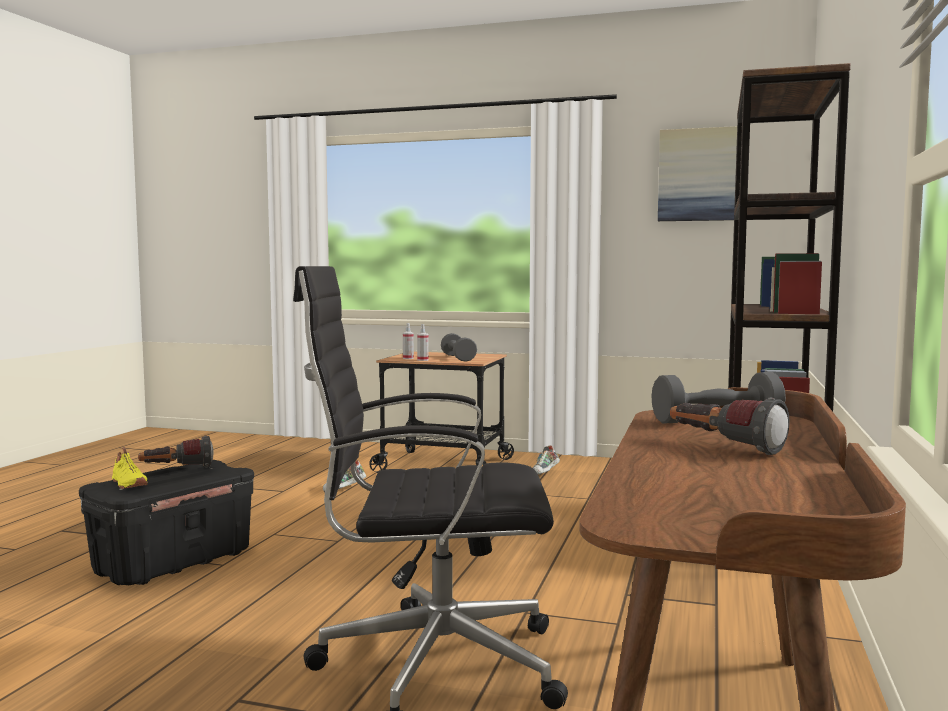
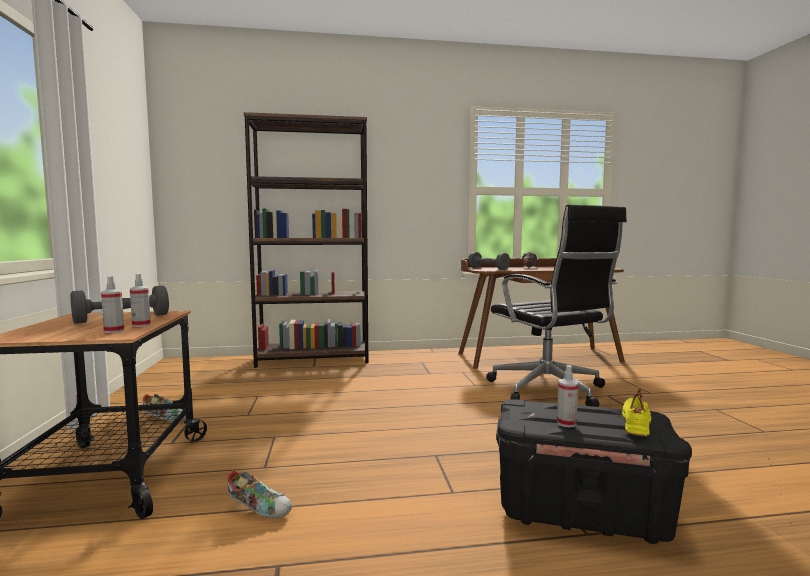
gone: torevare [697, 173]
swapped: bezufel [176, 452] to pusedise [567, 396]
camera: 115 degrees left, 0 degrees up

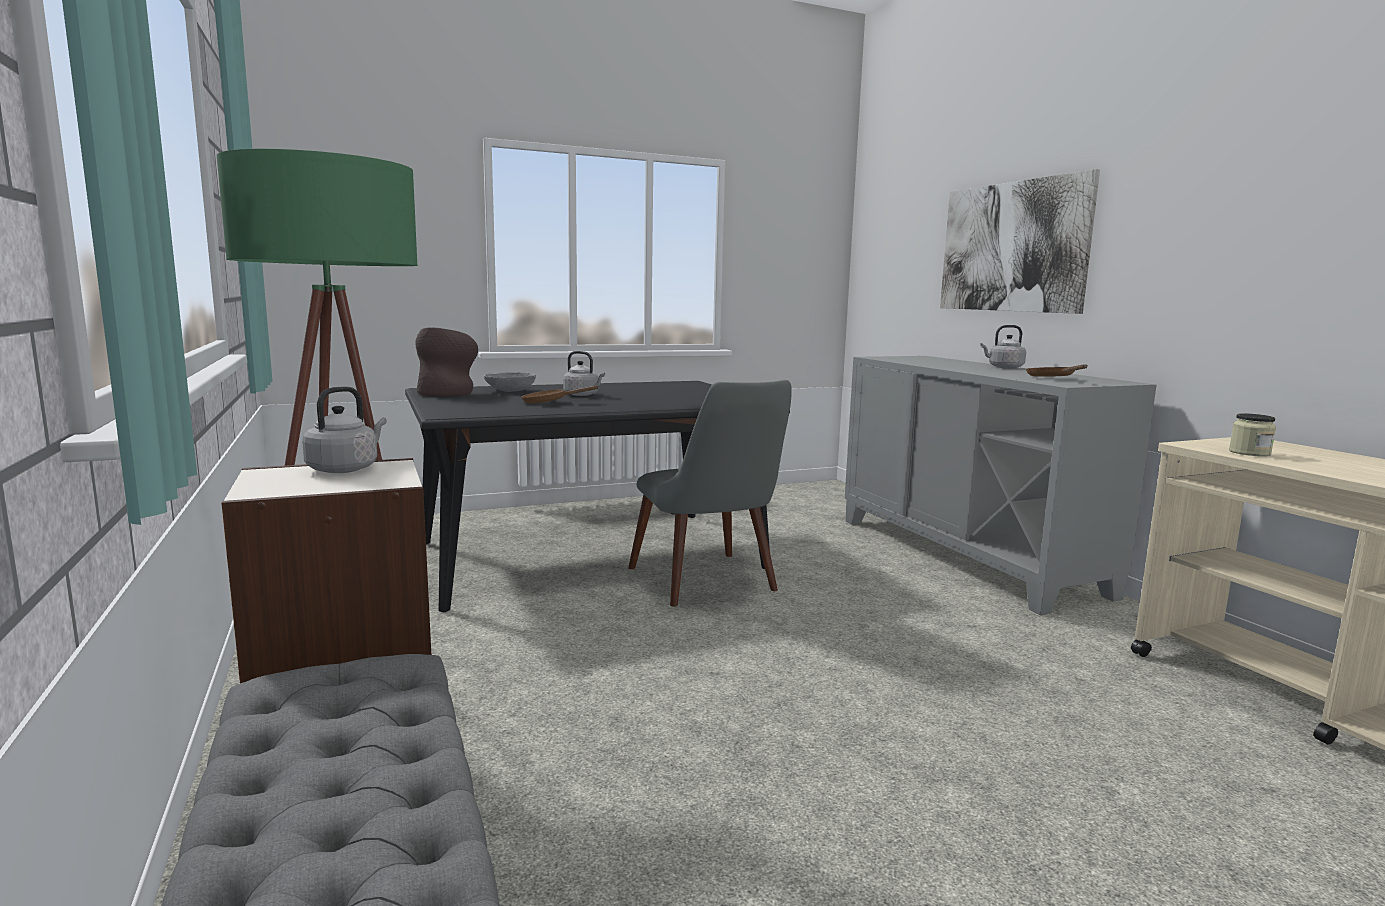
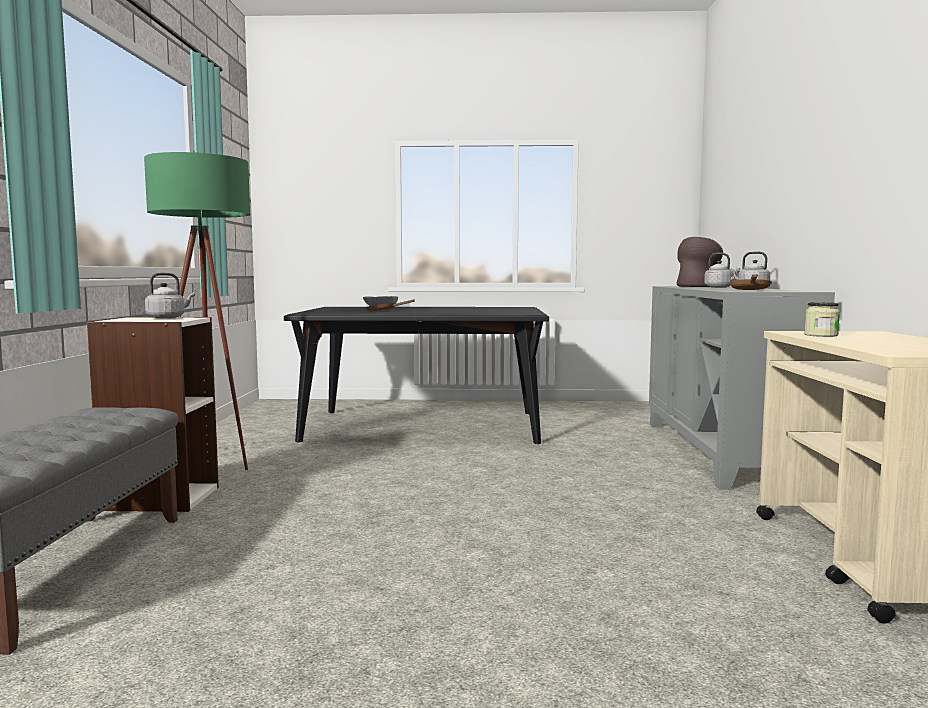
gone: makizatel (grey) [710, 493]; torevare [1020, 241]
shifted: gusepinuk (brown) [446, 362] to [700, 262]; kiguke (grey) [584, 373] to [722, 270]
camera: 25 degrees right, 5 degrees down

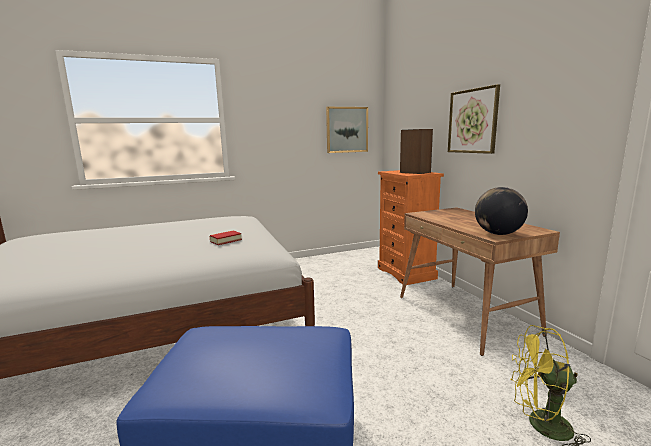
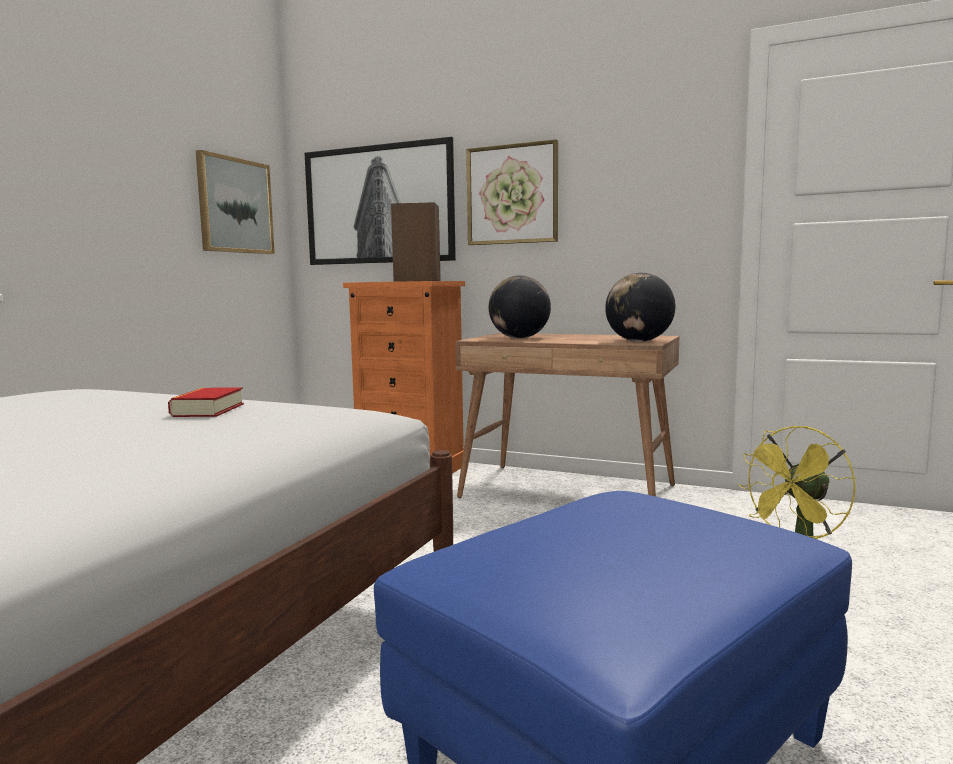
new: torevare [380, 201]; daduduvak [520, 306]
camera: 45 degrees left, 5 degrees down

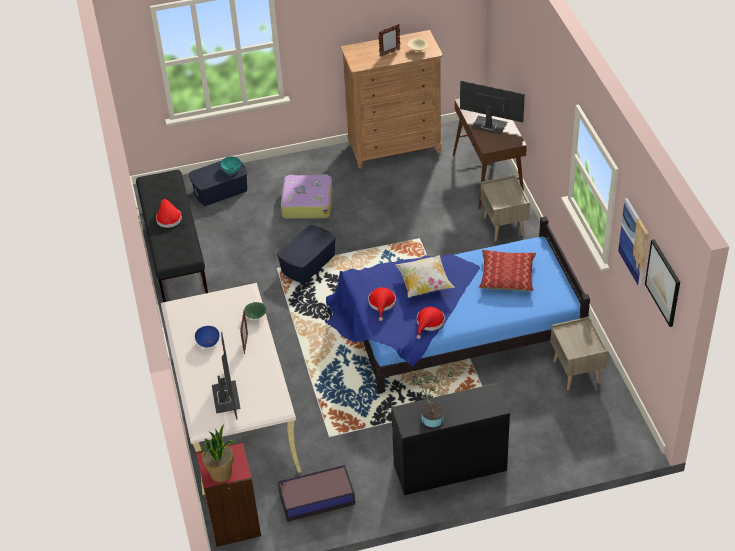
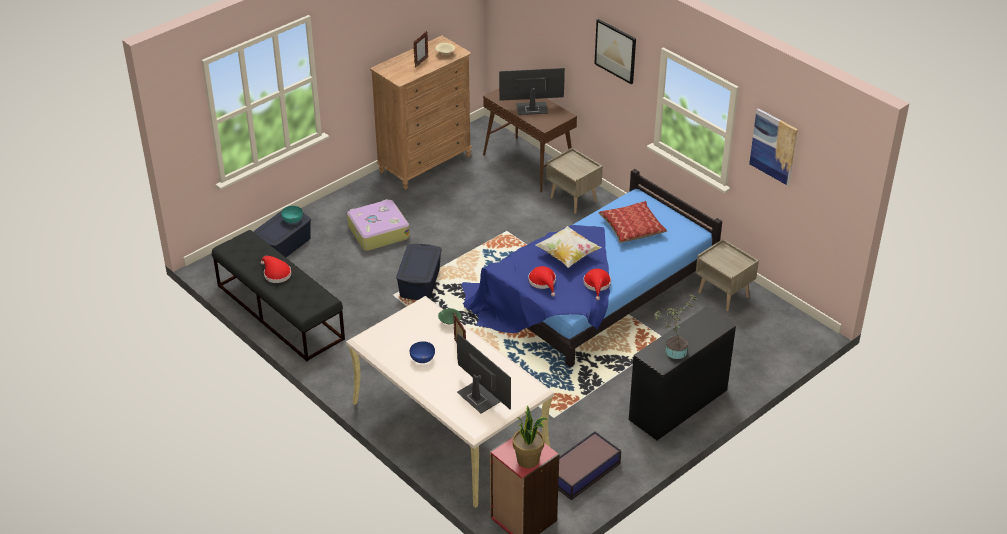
shifted: torevare [662, 283] to [615, 51]
camera: 30 degrees left, 5 degrees down

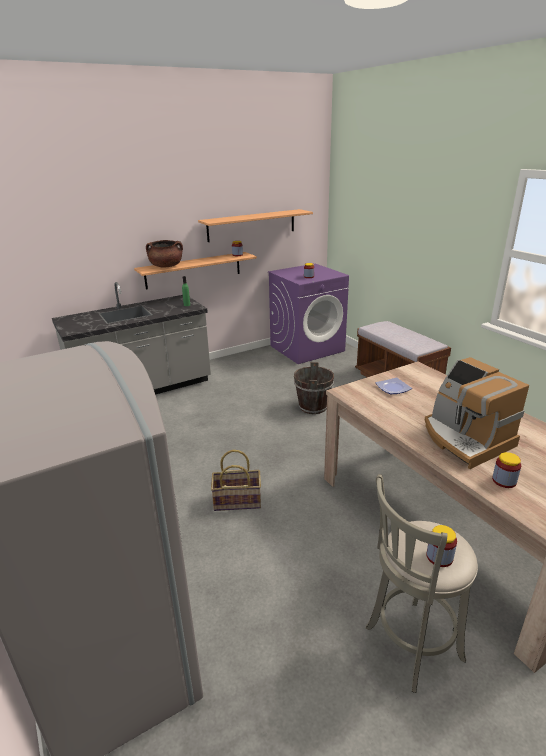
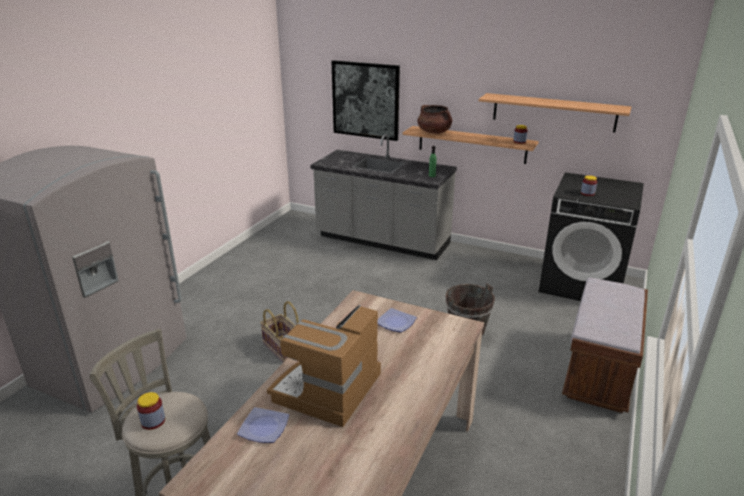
new: torevare [365, 100]
swapped: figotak [506, 470] to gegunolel [263, 425]
repainted: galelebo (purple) [308, 314] to galelebo (black) [591, 236]
camera: 55 degrees right, 0 degrees up

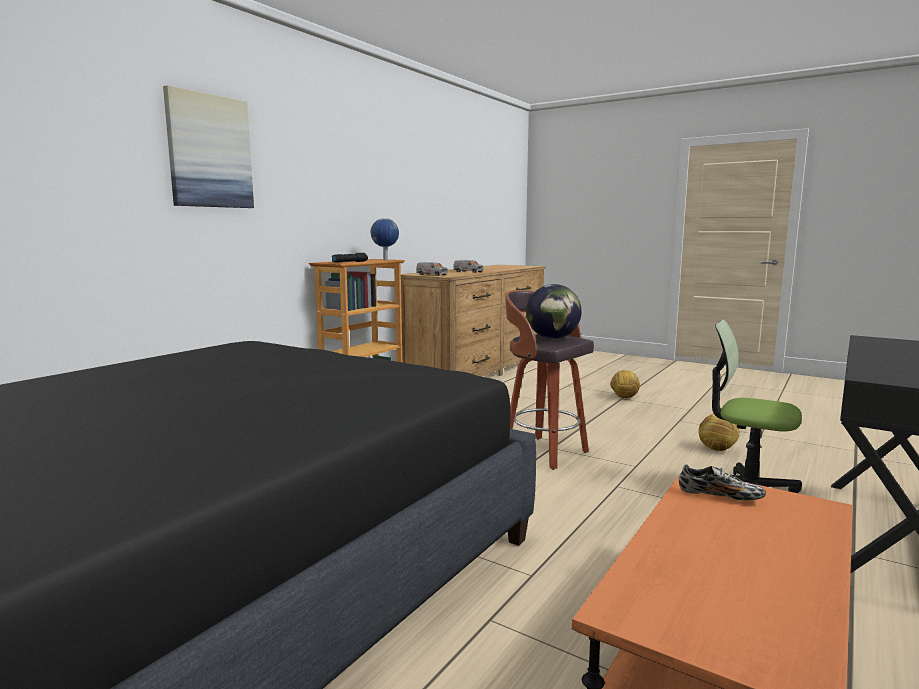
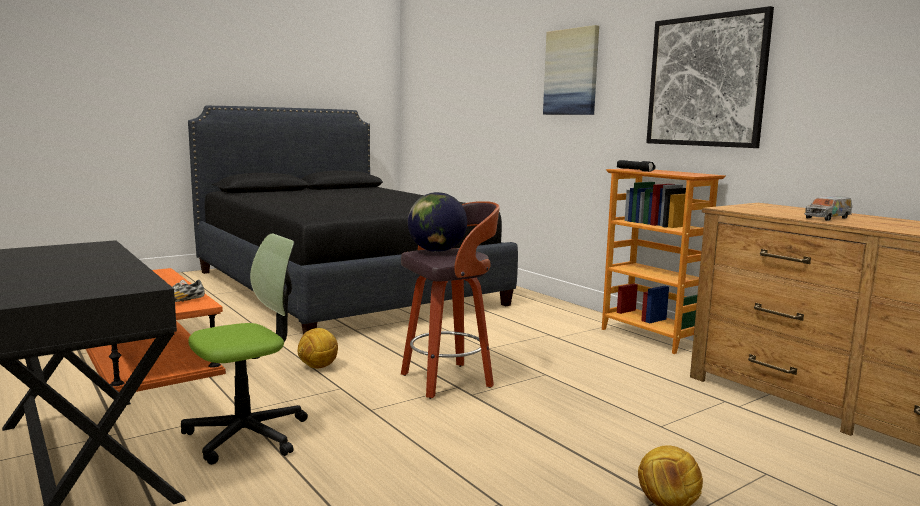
gone: daduduvak [385, 239]; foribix [432, 269]
new: torevare [710, 77]
shifted: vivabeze [719, 432] to [318, 348]
camera: 110 degrees right, 0 degrees up

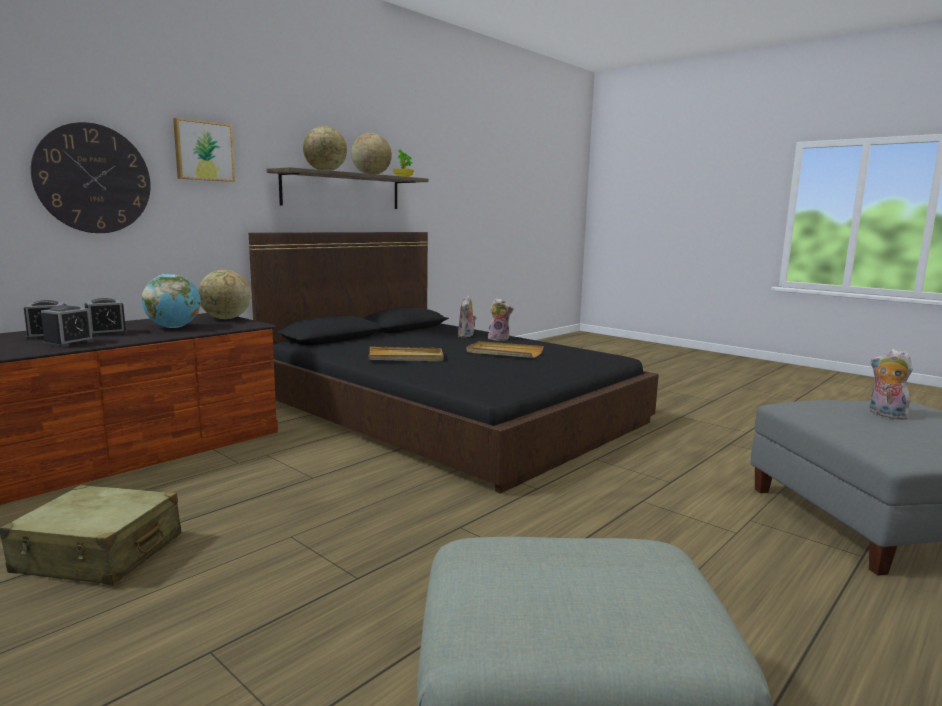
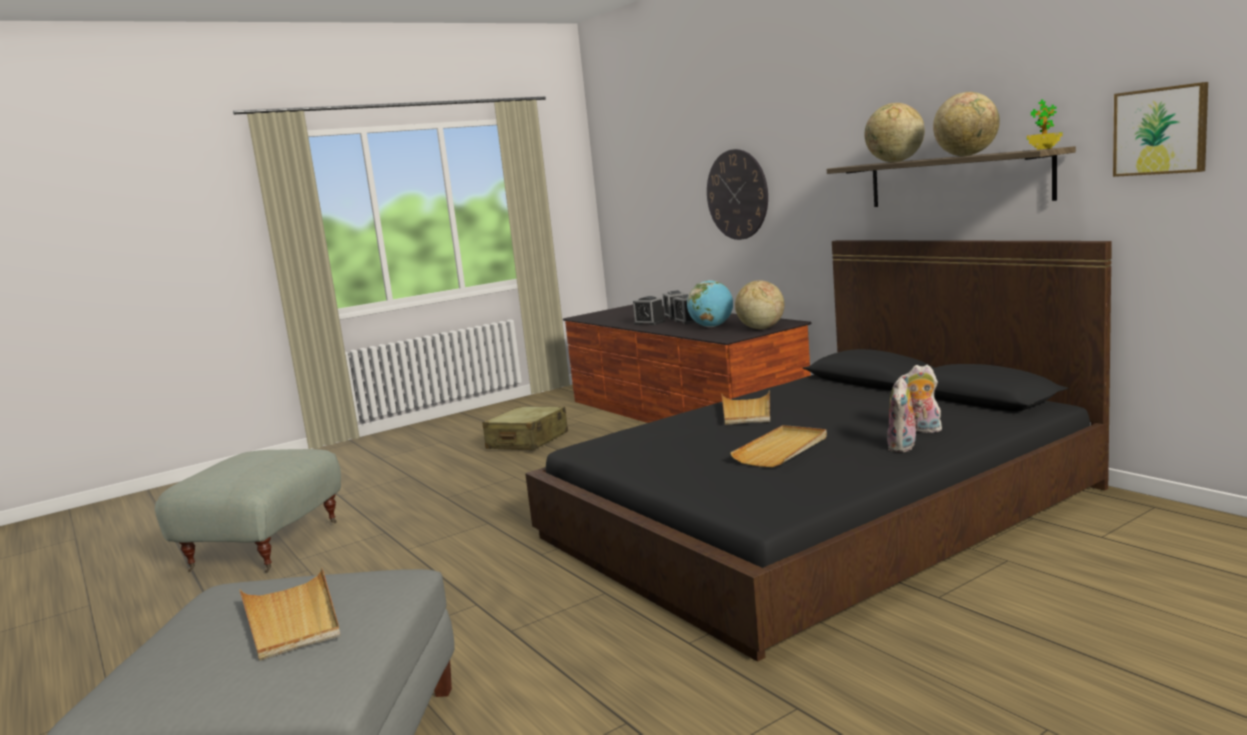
shifted: torevare [204, 150] to [1160, 129]
swapped: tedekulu [891, 384] to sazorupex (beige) [290, 614]
camera: 105 degrees right, 0 degrees up

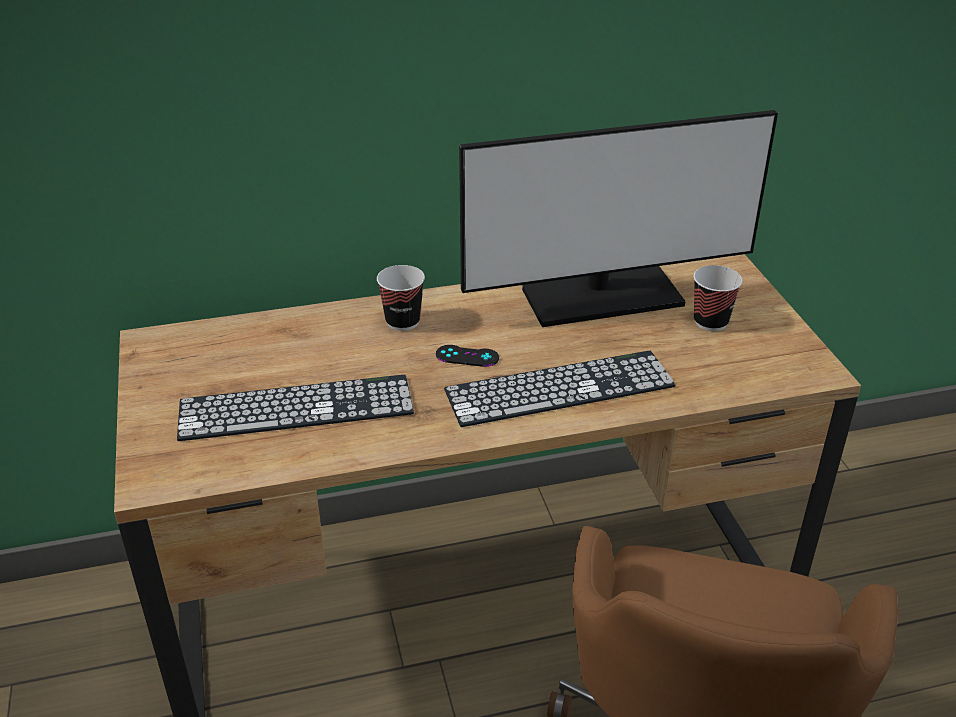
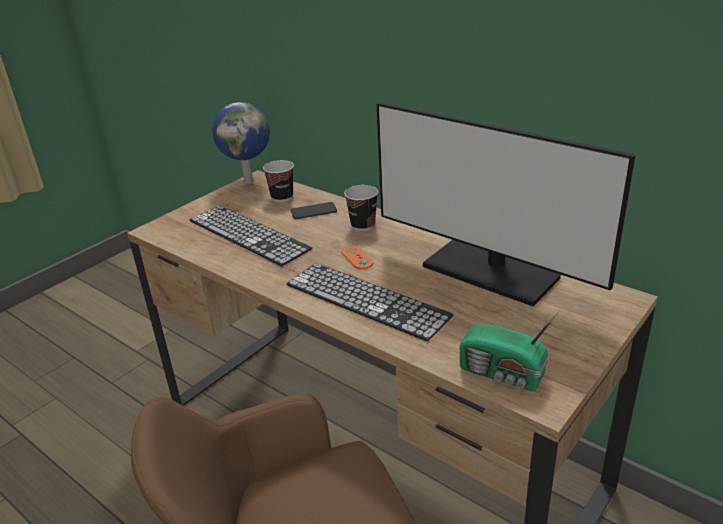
new: daduduvak [241, 143]; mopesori [314, 210]; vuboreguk [510, 350]
shifted: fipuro [718, 298] to [278, 181]
repainted: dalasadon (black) [467, 356] to dalasadon (orange) [357, 257]
camera: 55 degrees right, 5 degrees down

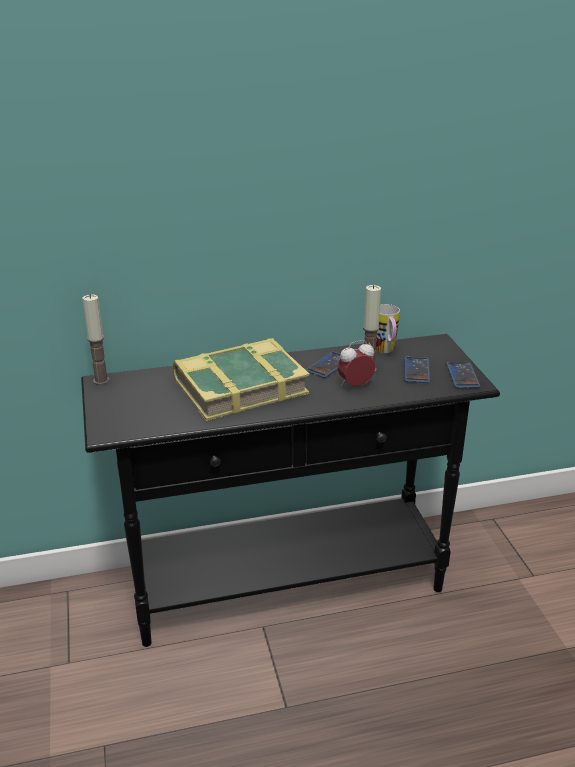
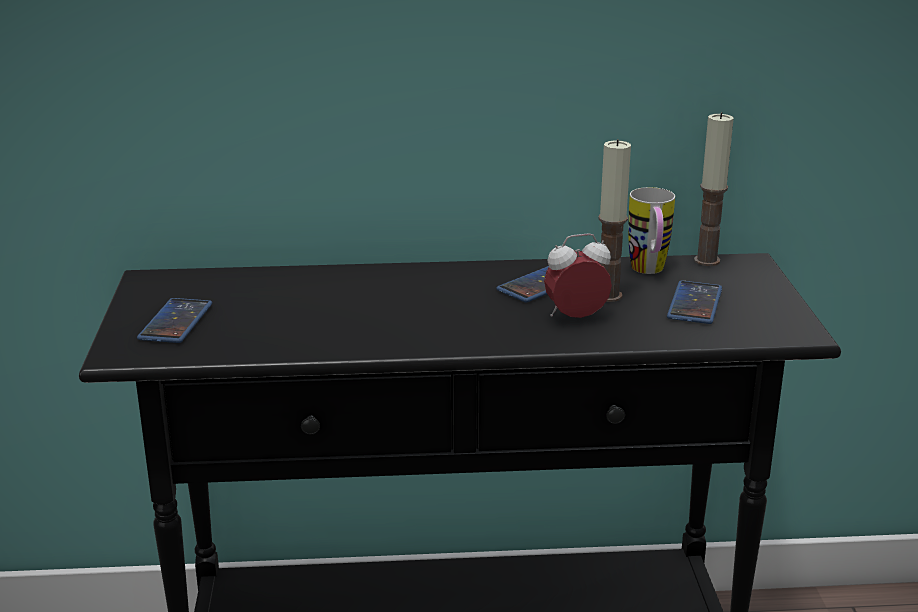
gone: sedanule [241, 379]
shifted: mopesori [463, 375] to [174, 320]; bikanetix [95, 339] to [714, 189]
camera: 10 degrees right, 5 degrees down

